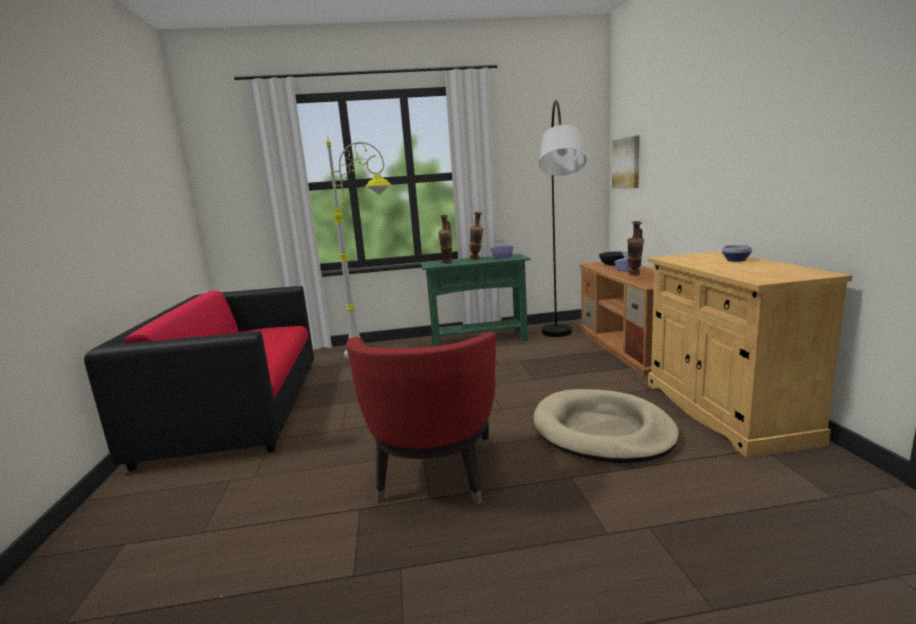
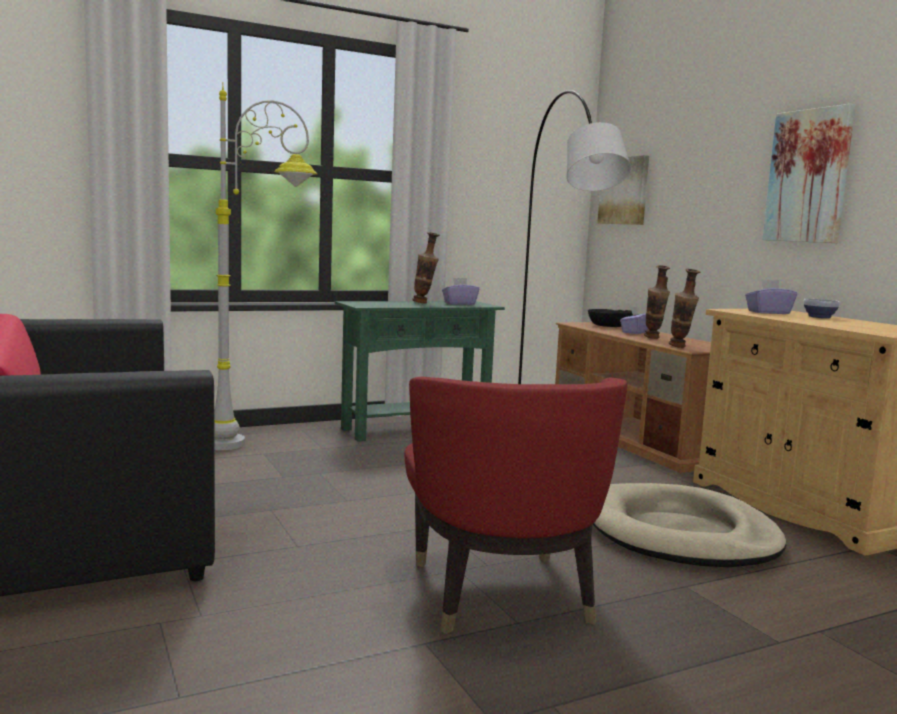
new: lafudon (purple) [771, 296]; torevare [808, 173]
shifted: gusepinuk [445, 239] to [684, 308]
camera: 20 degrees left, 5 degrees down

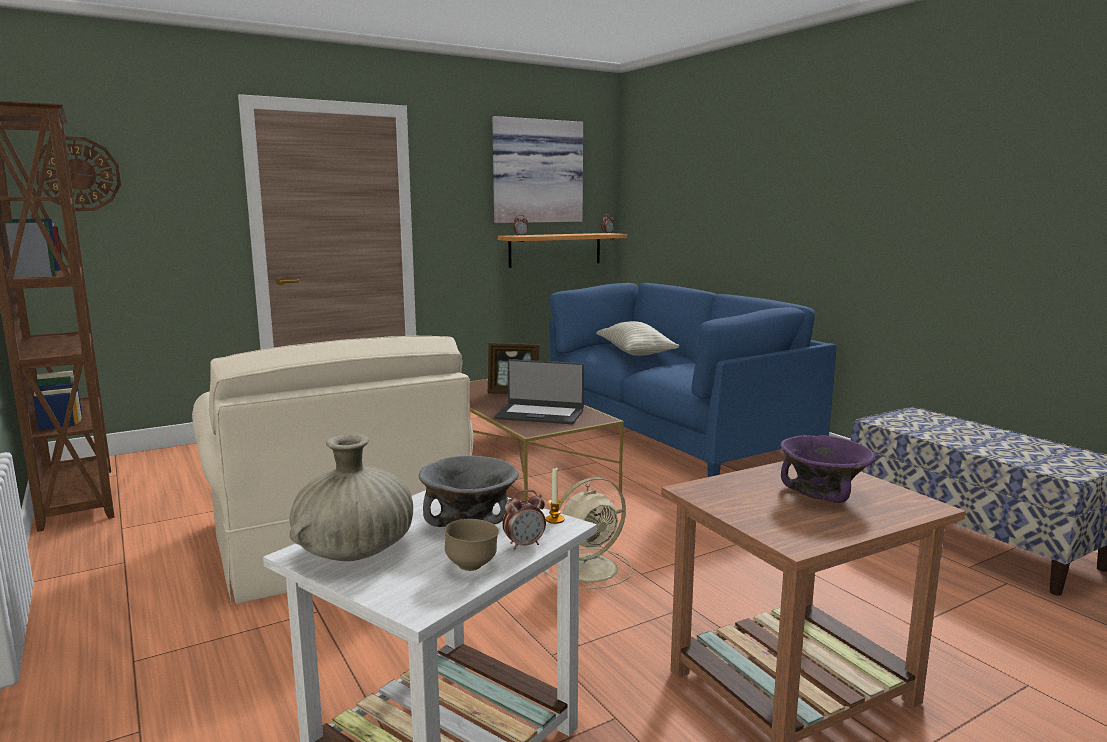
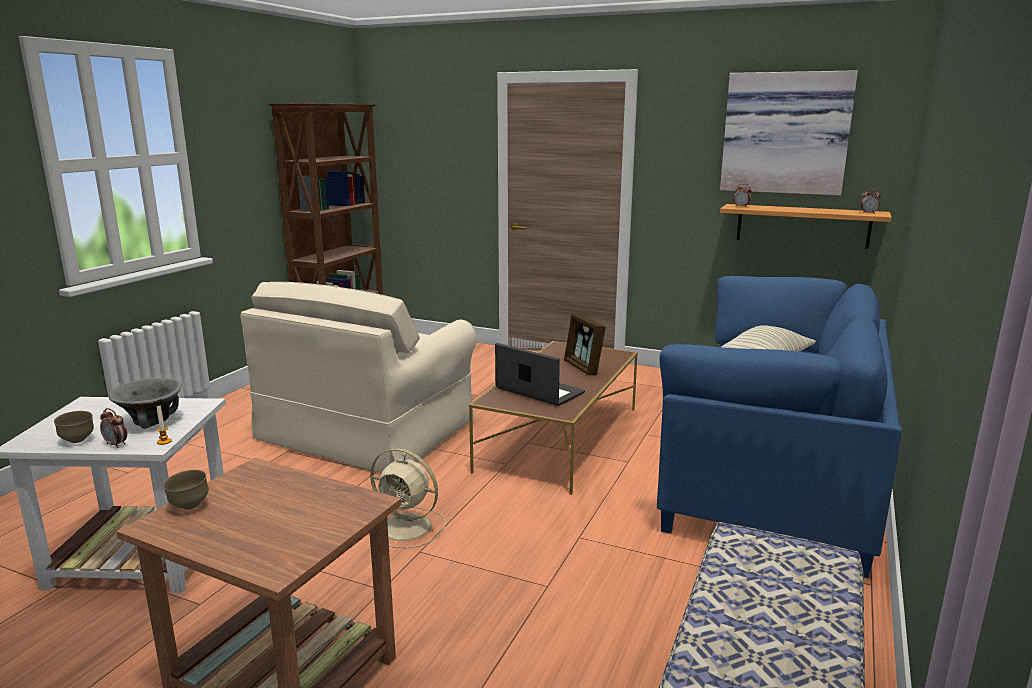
gone: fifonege [78, 174]; gusepinuk (beige) [351, 497]; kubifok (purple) [828, 469]
new: kubifok (brown) [186, 490]
rotated: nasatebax [539, 391] = [540, 374] 150 degrees clockwise
camera: 55 degrees right, 5 degrees up

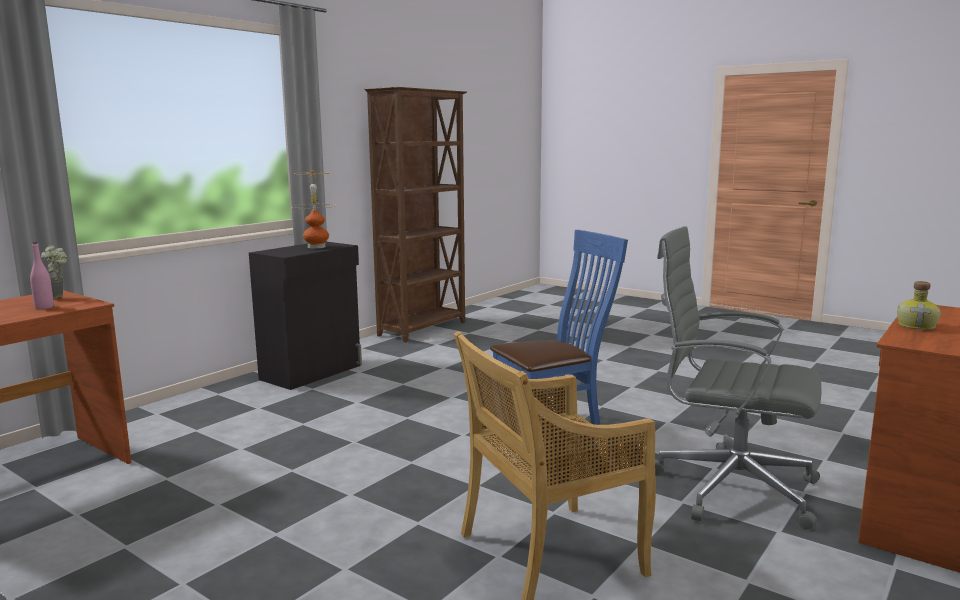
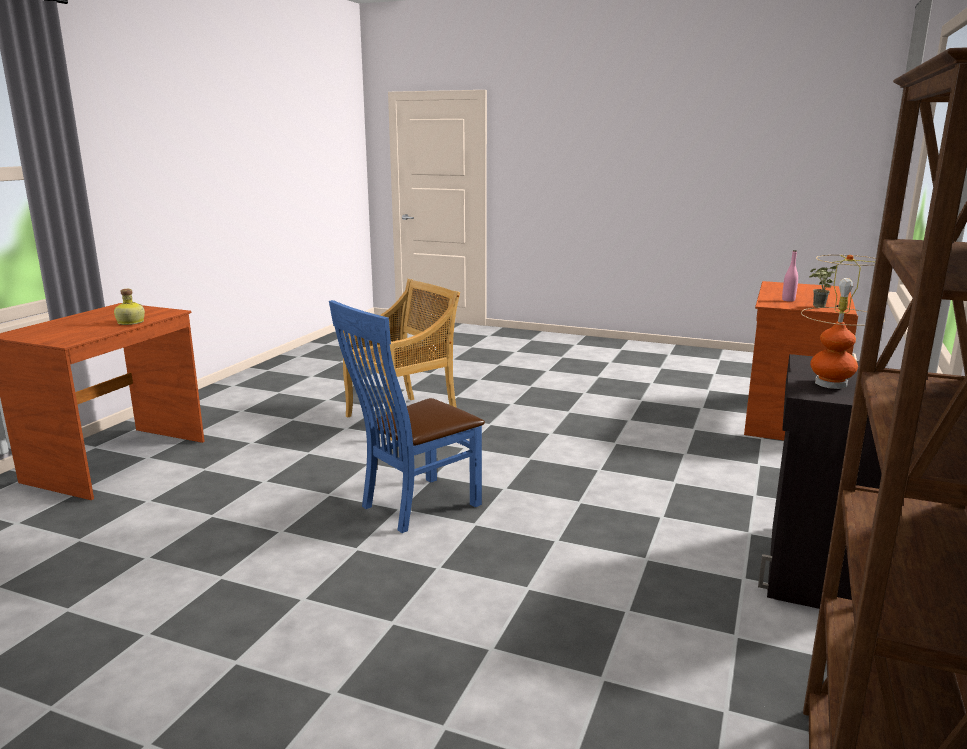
gone: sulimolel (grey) [738, 377]
camera: 165 degrees right, 5 degrees up

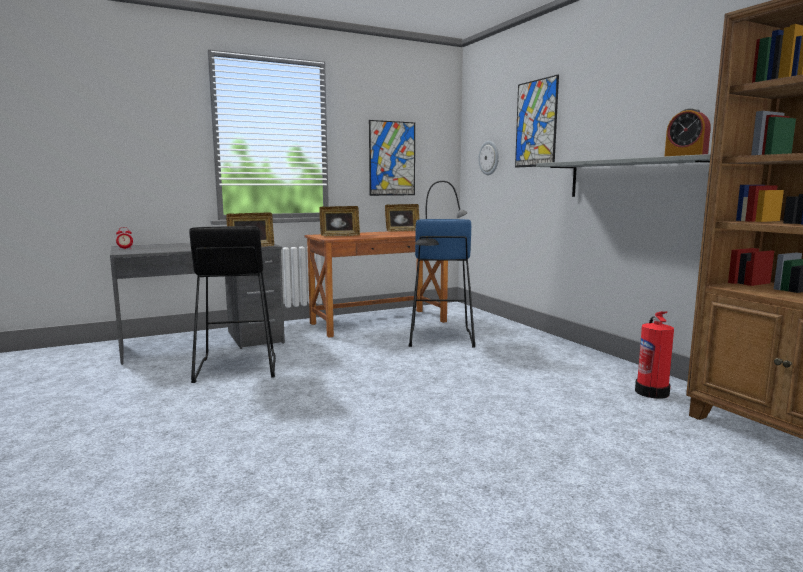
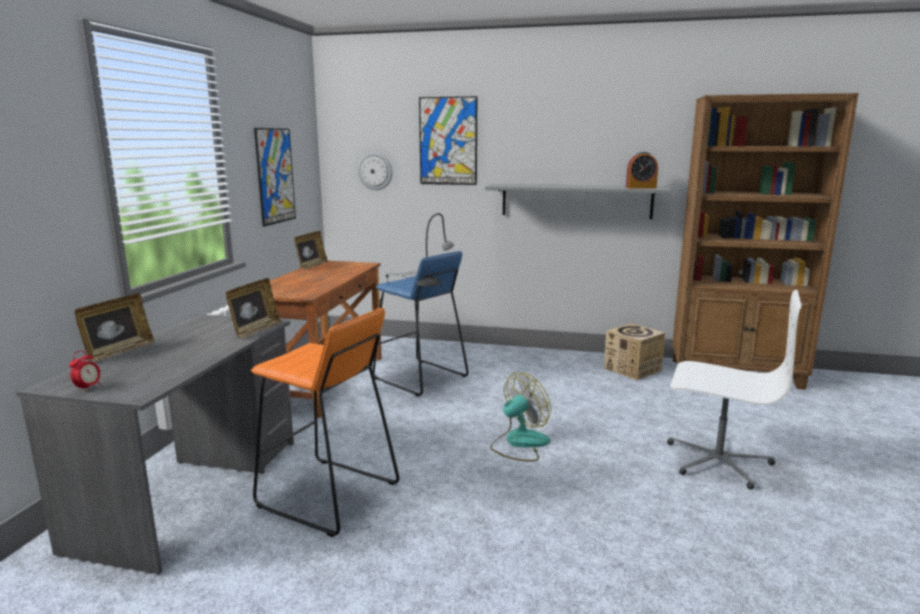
new: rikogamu [520, 417]; sulimolel (white) [734, 390]
shifted: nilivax [339, 221] to [114, 327]
swapped: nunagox [654, 355] to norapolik [634, 351]
repainted: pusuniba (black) [232, 304] to pusuniba (orange) [325, 422]
camera: 50 degrees left, 5 degrees up

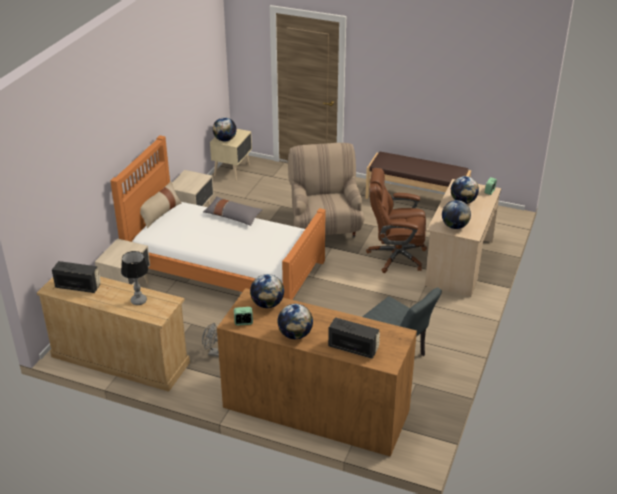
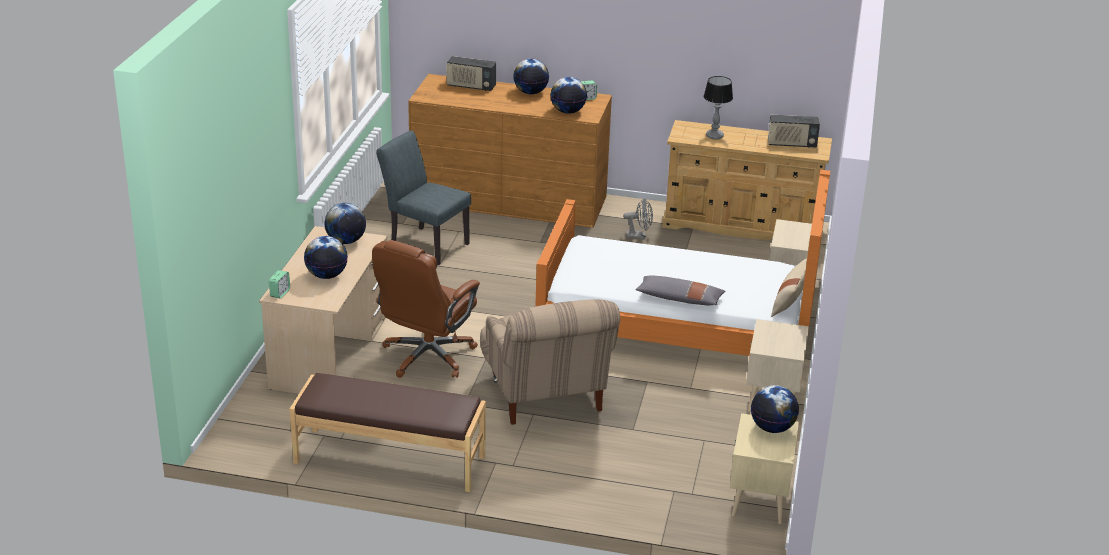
rotated: sulimolel (brown) [396, 220] = [426, 309] 120 degrees clockwise
camera: 170 degrees right, 5 degrees down

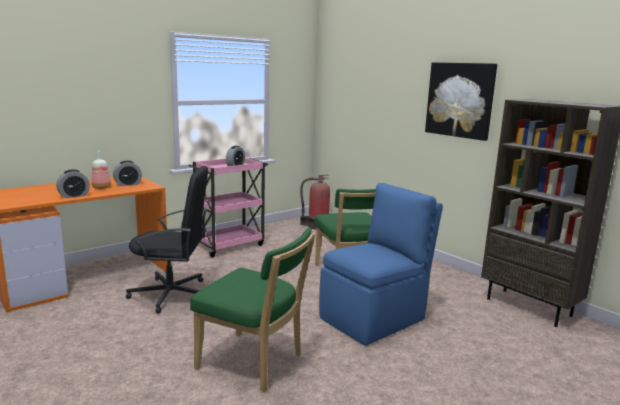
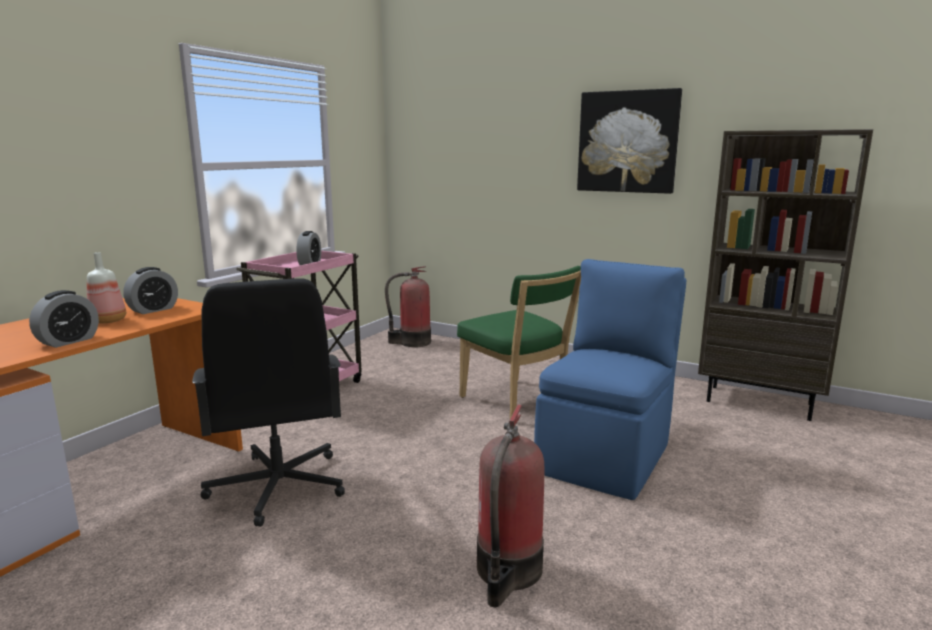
swapped: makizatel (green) [253, 310] to nunagox [510, 505]
rotated: sulimolel (black) [167, 240] = [268, 402] 90 degrees clockwise
camera: 20 degrees left, 0 degrees up

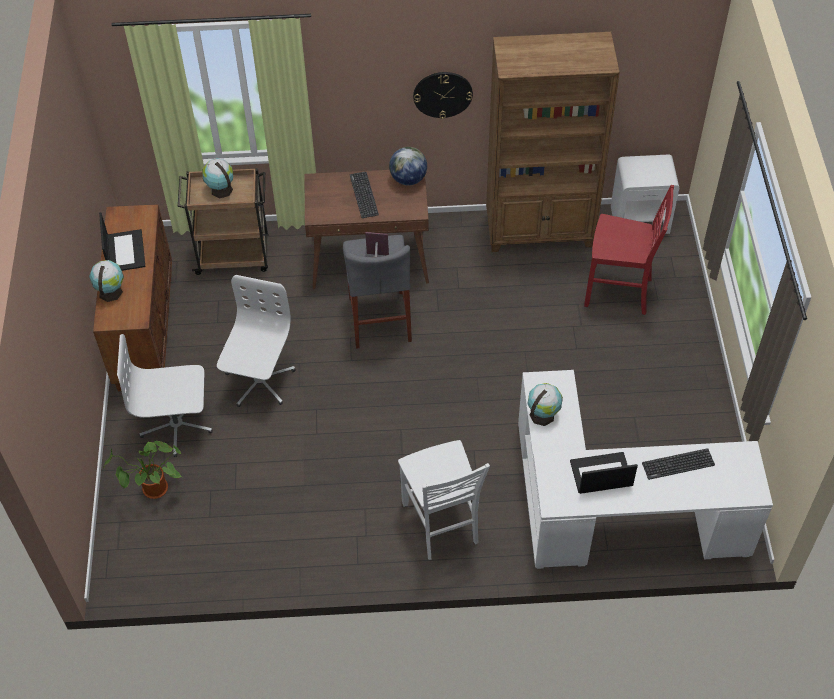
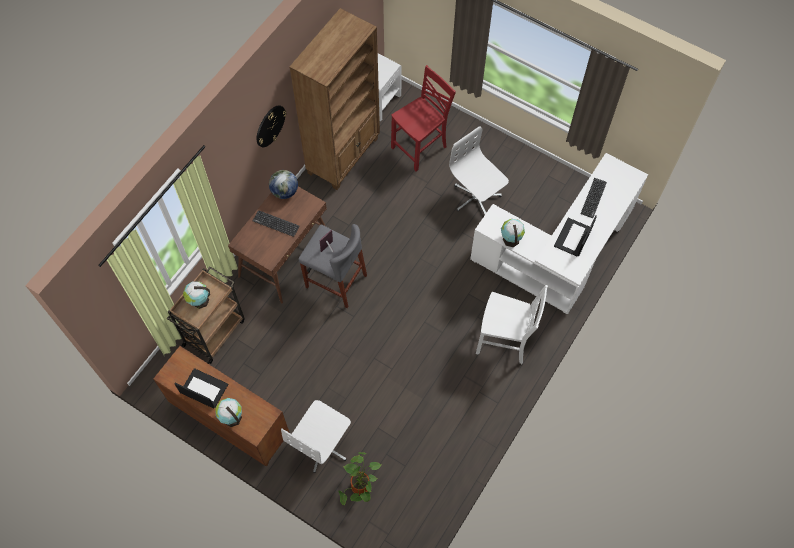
shifted: sulimolel (white) [256, 341] to [479, 170]
camera: 55 degrees left, 10 degrees up

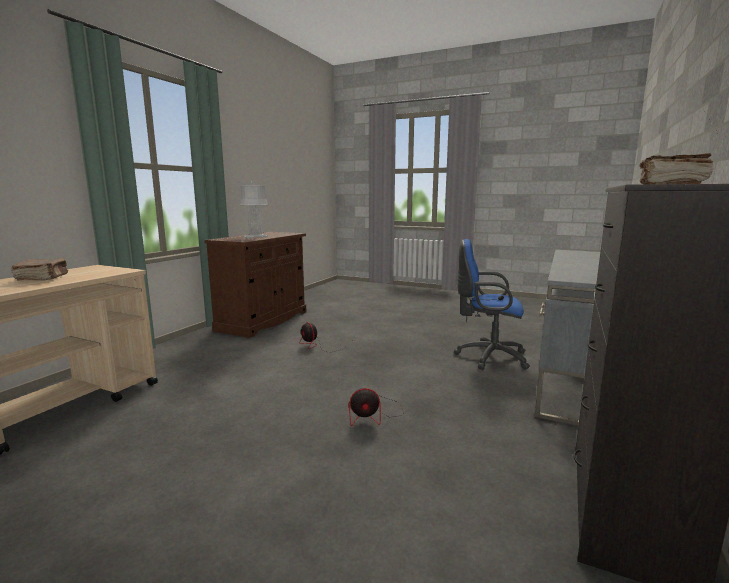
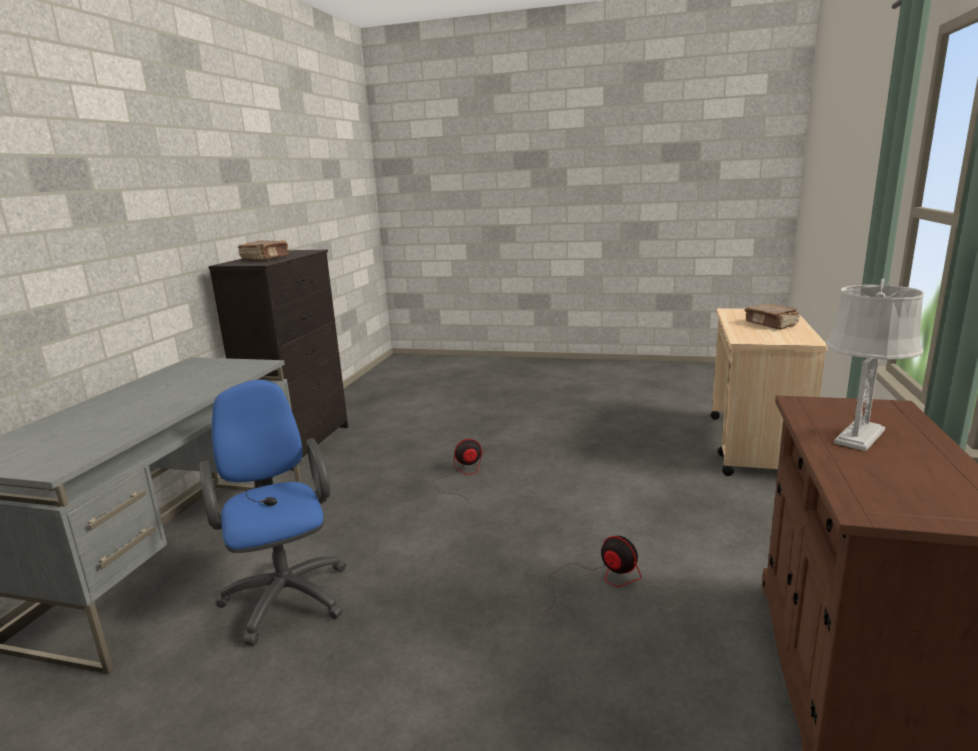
rotated: sulimolel (blue) [492, 304] = [272, 513] 120 degrees counterclockwise
camera: 170 degrees right, 5 degrees up

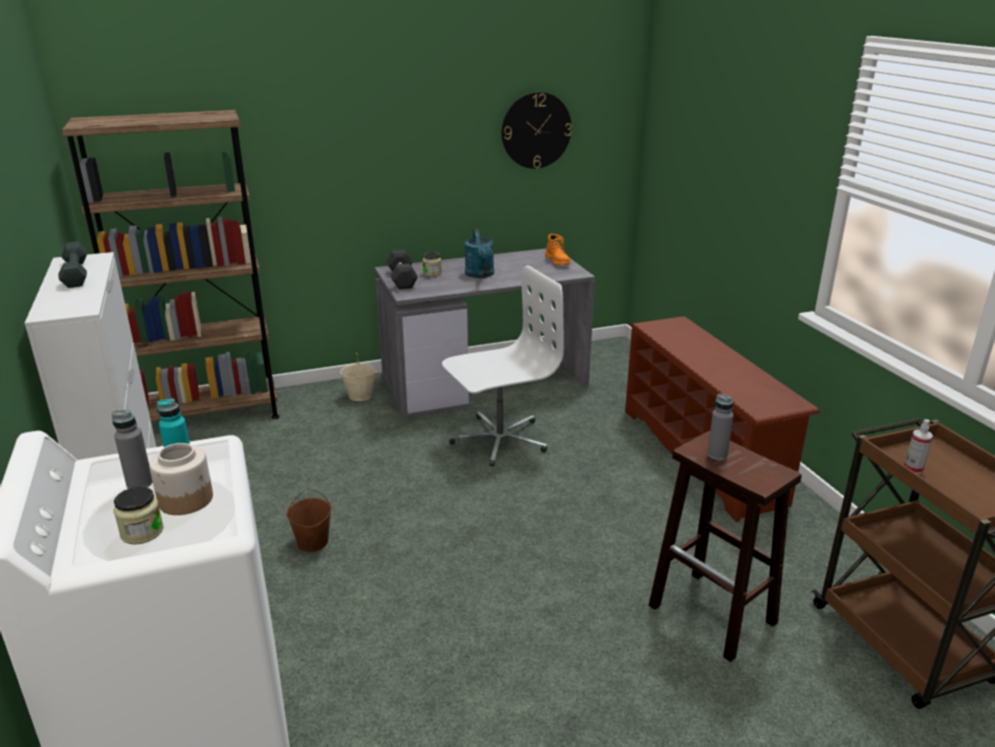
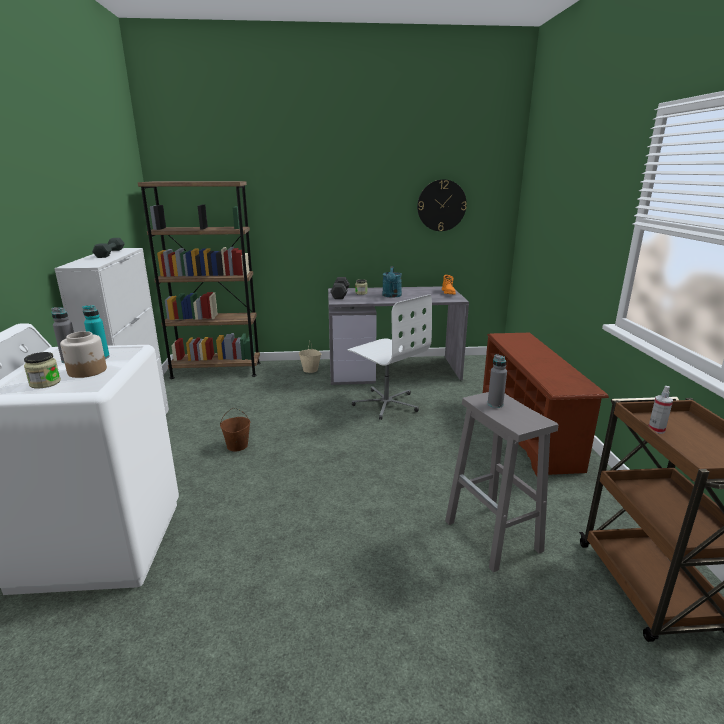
repainted: pusuniba (brown) [725, 546] to pusuniba (grey) [501, 482]
rotated: sulimolel (white) [503, 365] = [390, 357] 60 degrees clockwise
camera: 15 degrees right, 5 degrees down

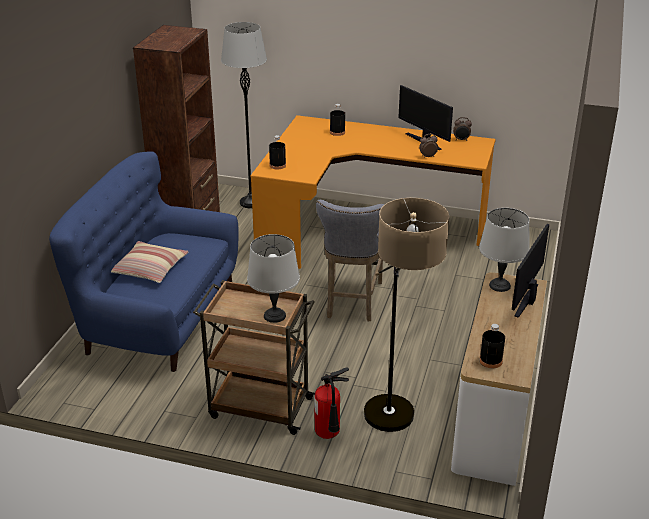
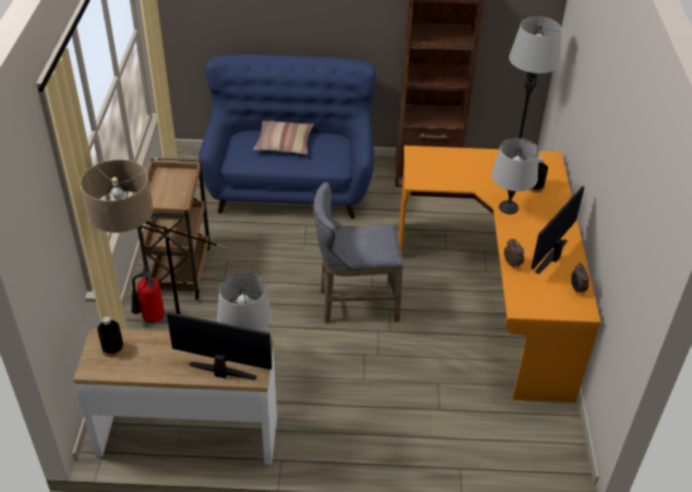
gone: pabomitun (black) [277, 152]
shifted: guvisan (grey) [273, 278] to [515, 176]
camera: 75 degrees right, 10 degrees up

